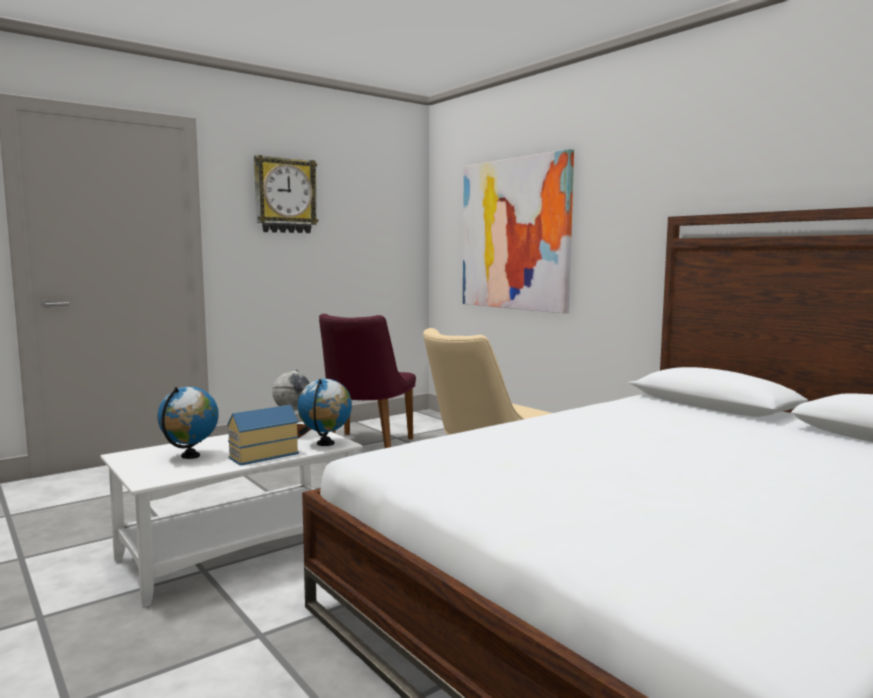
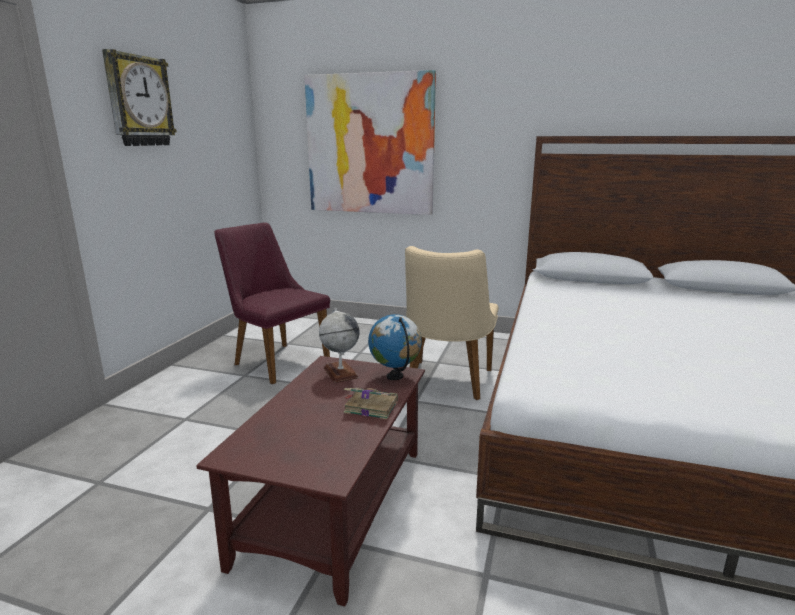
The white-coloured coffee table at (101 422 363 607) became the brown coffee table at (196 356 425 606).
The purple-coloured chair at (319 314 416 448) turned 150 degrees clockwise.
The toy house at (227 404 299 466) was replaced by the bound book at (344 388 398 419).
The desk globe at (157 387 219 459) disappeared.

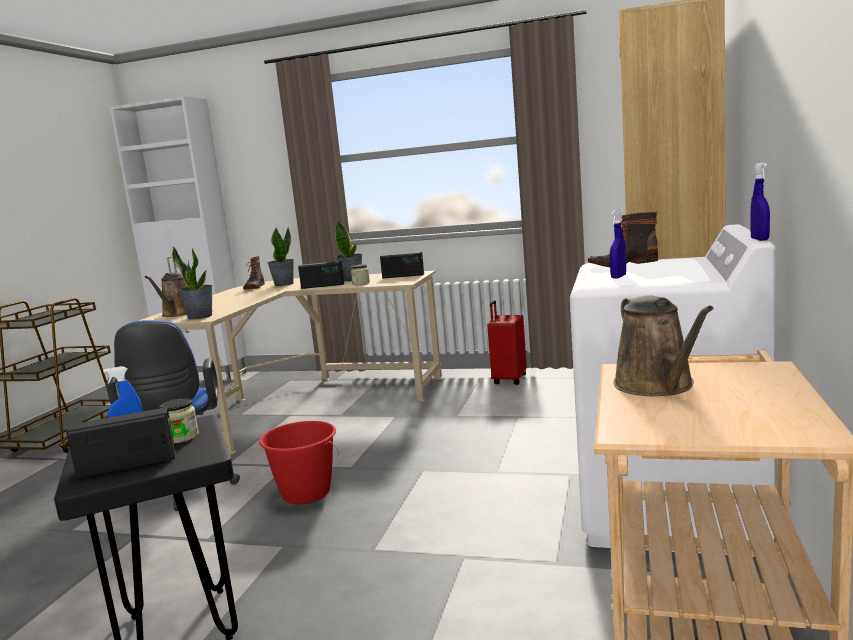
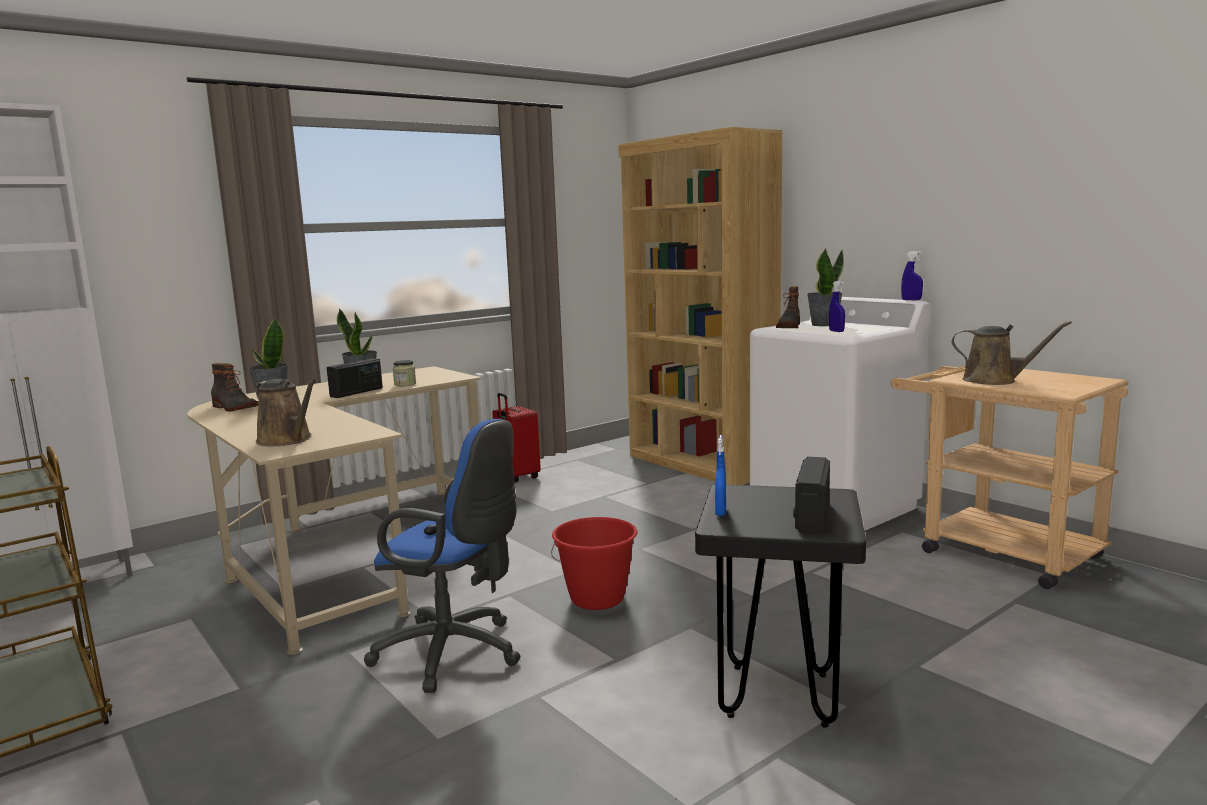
The potted plant moved from (172 247 212 319) to (807 248 844 326).
The jar at (159 398 199 443) disappeared.
The radio receiver at (380 252 424 278) disappeared.

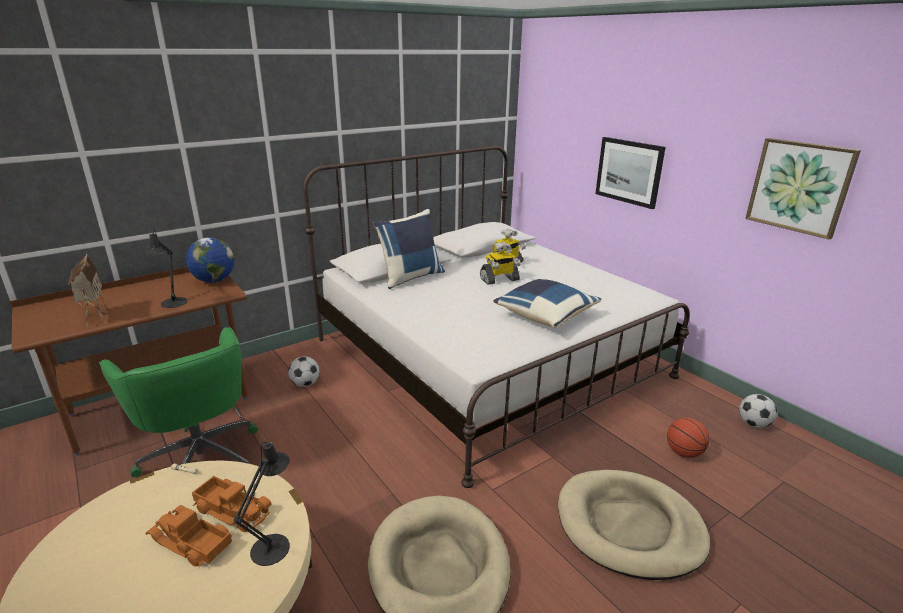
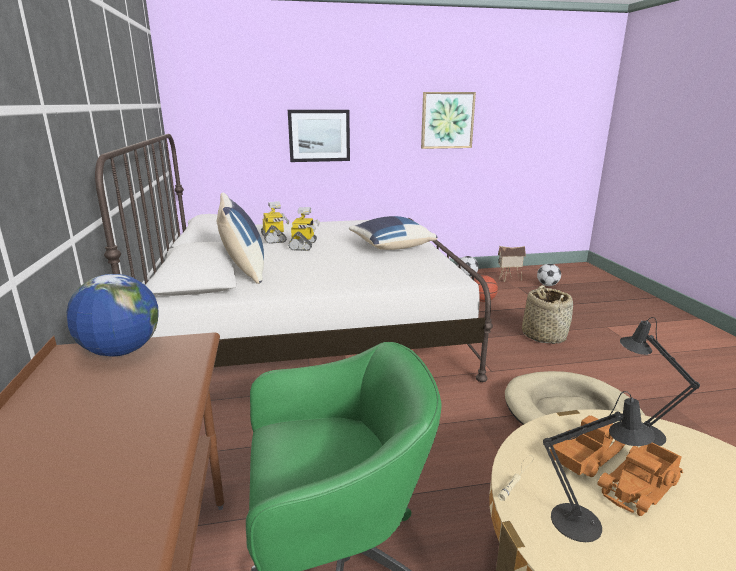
The toy house moved from (68 254 108 327) to (498 246 526 281).
The beige dog cushion at (558 470 710 580) was replaced by the basket at (522 285 573 344).
The football ball moved from (288 356 319 387) to (537 264 561 286).
The black lamp for a table moved from (145 228 188 308) to (543 391 656 542).

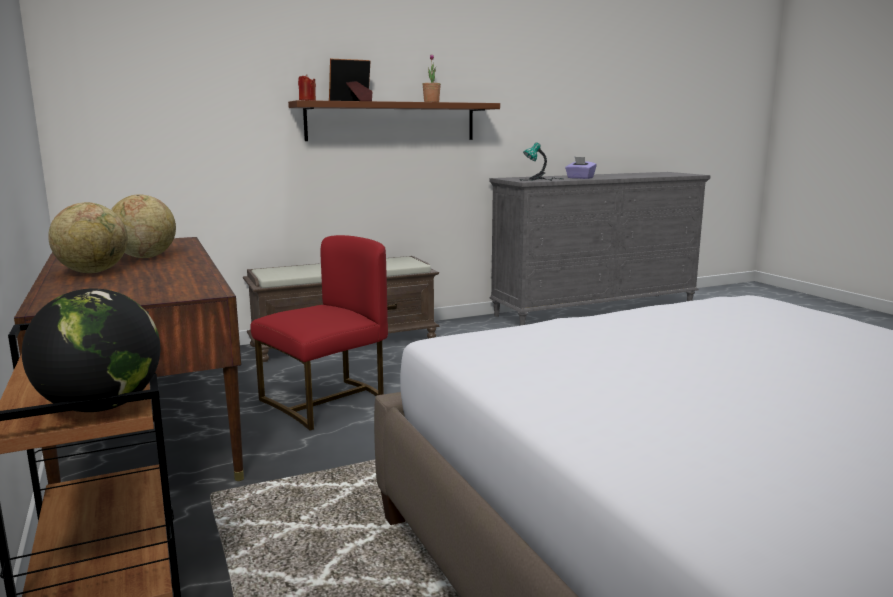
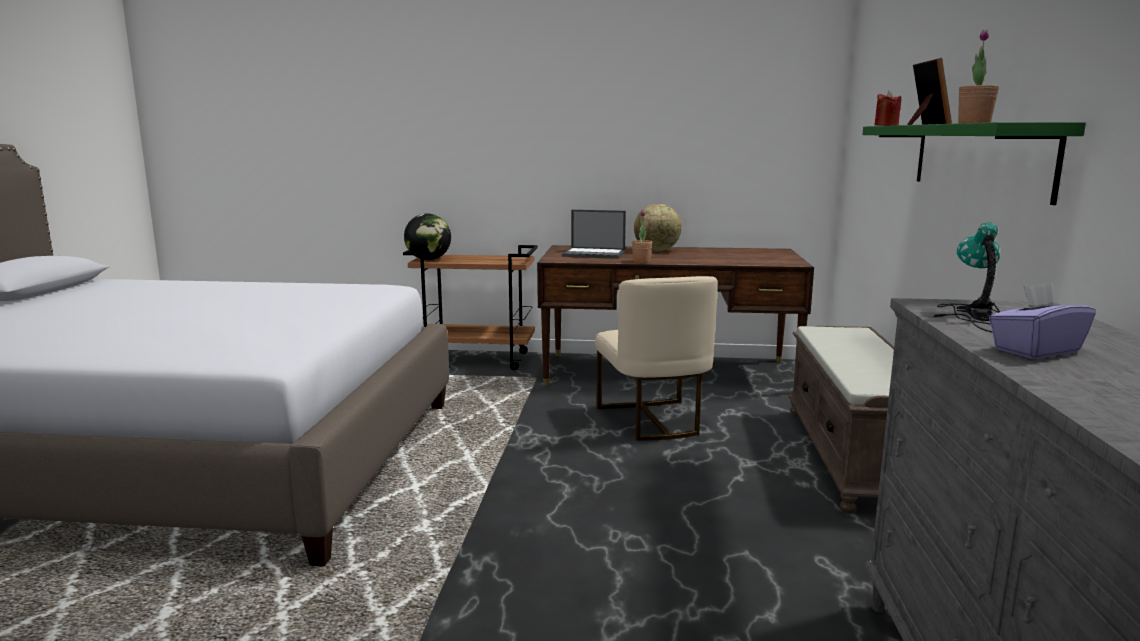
The portable computer at (562 210 626 259) appeared.
The red-coloured chair at (251 235 388 431) became the beige chair at (595 276 718 441).
The potted plant at (632 211 652 263) appeared.
The brown wall shelf at (288 100 500 141) became the green wall shelf at (862 122 1086 205).
The desk globe at (111 194 176 258) disappeared.

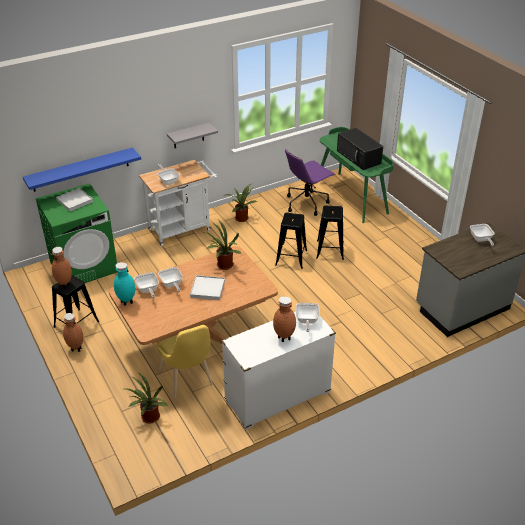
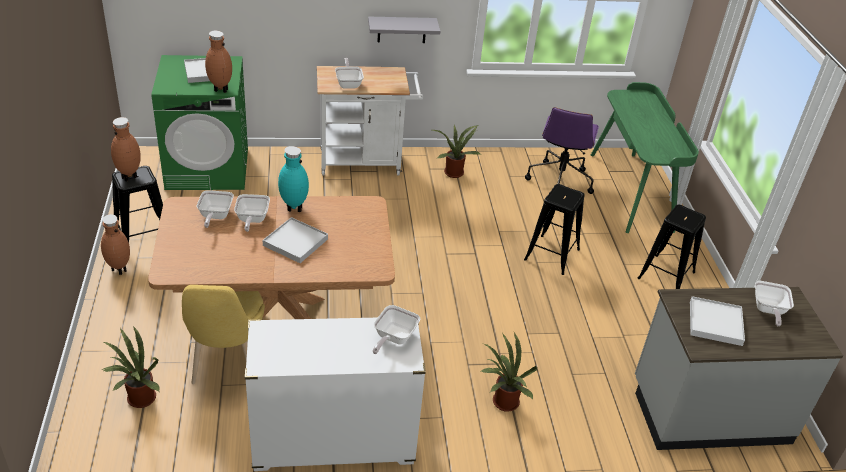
The brown vase moved from (273 296 296 342) to (205 31 232 93).
The turquoise vase moved from (114 262 135 306) to (278 146 309 213).
The potted plant moved from (204 220 241 270) to (480 333 537 412).
The purple-coloured desk chair at (285 149 336 216) turned 60 degrees counterclockwise.
The black sitting stool moved from (275 212 307 269) to (638 204 706 289).
The white-coloured tray at (690 296 745 346) appeared.
The bluish wall shelf at (23 147 141 192) disappeared.
The black microwave oven at (337 128 383 170) disappeared.

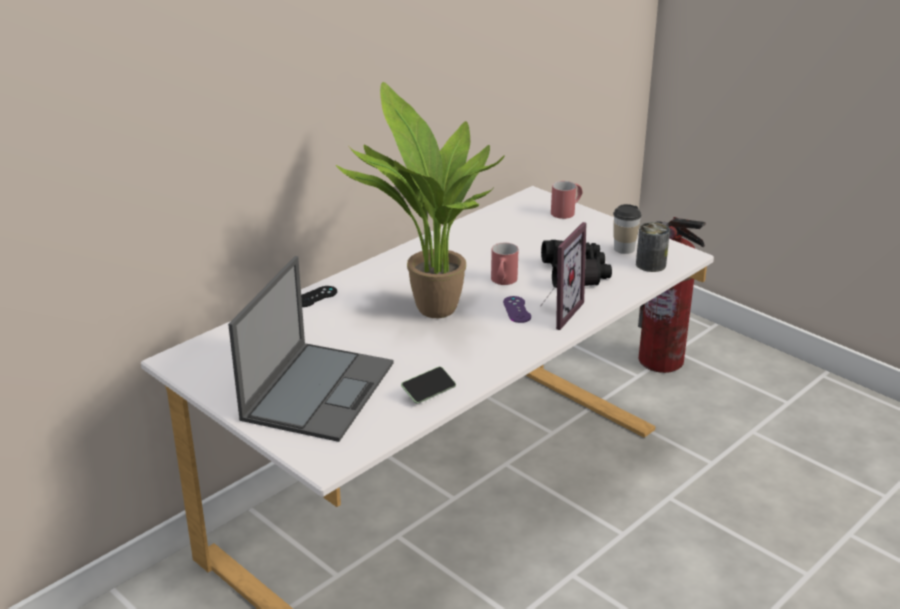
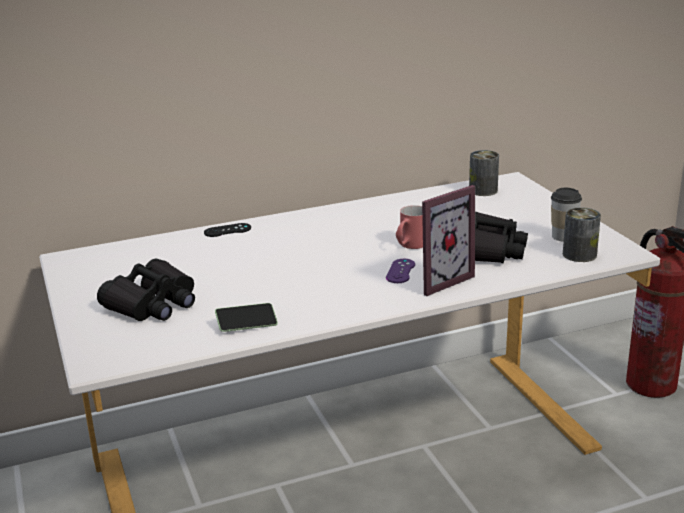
The portable computer at (228 256 394 442) was replaced by the black pair of binoculars at (97 259 195 321).
The sealed can at (469 150 499 196) appeared.
The potted plant at (336 82 504 318) disappeared.
The red-coloured coffee mug at (551 181 583 219) disappeared.

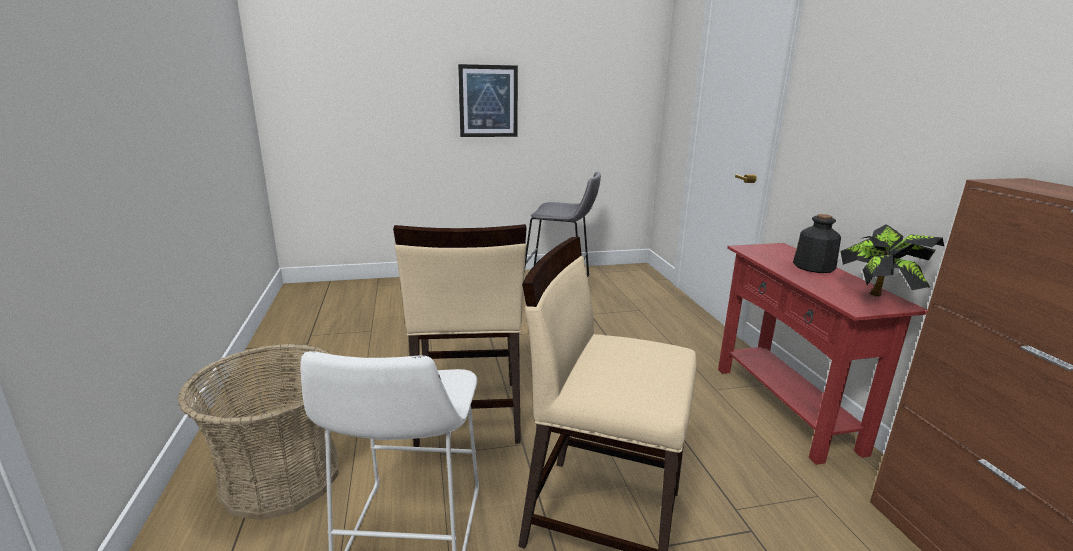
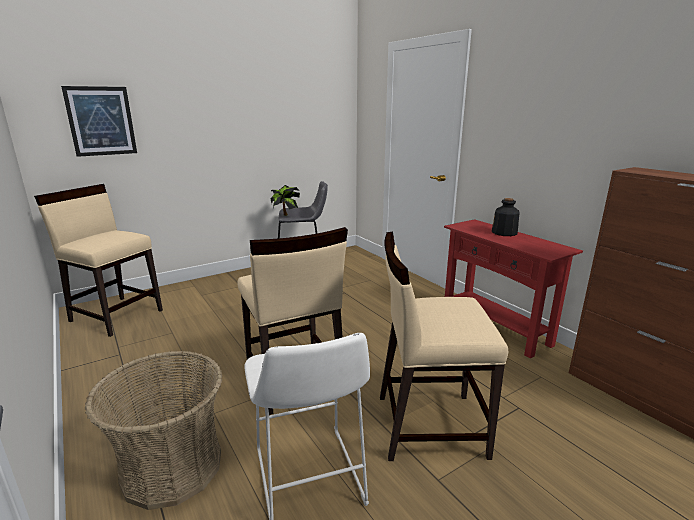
The beige chair at (34 184 163 337) appeared.
The picture moved from (458 64 518 137) to (61 86 137 157).
The potted plant moved from (841 224 944 296) to (270 185 300 216).

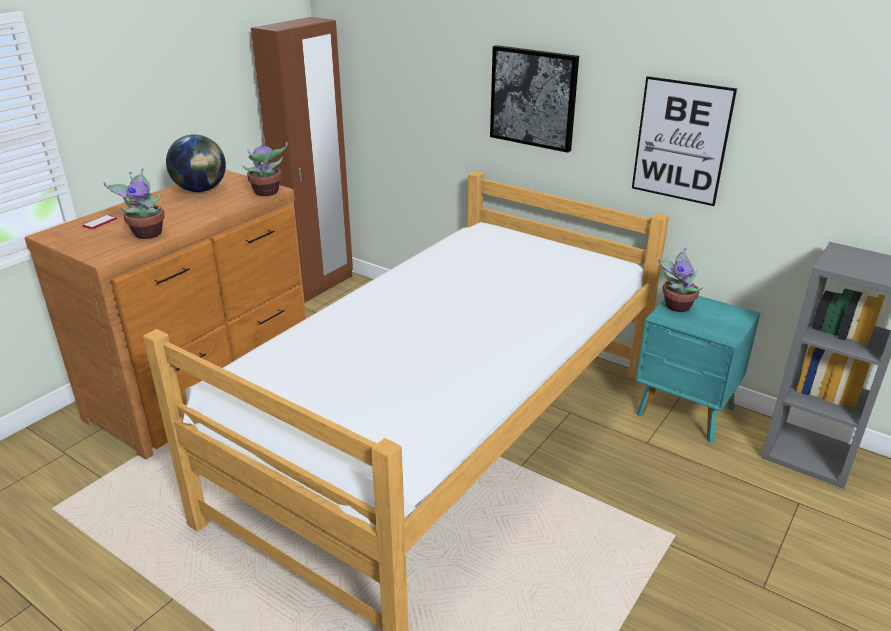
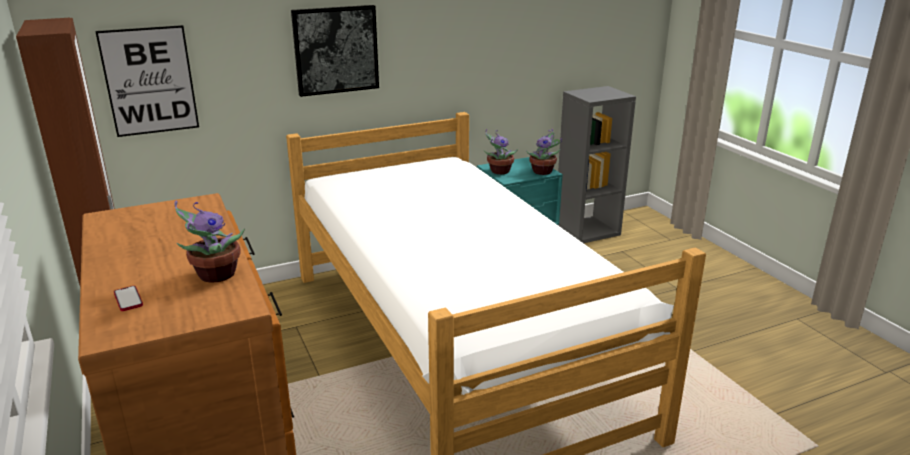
The picture moved from (632 76 737 206) to (95 25 199 137).
The potted plant moved from (243 139 288 196) to (526 129 562 175).
The desk globe at (166 134 226 192) disappeared.

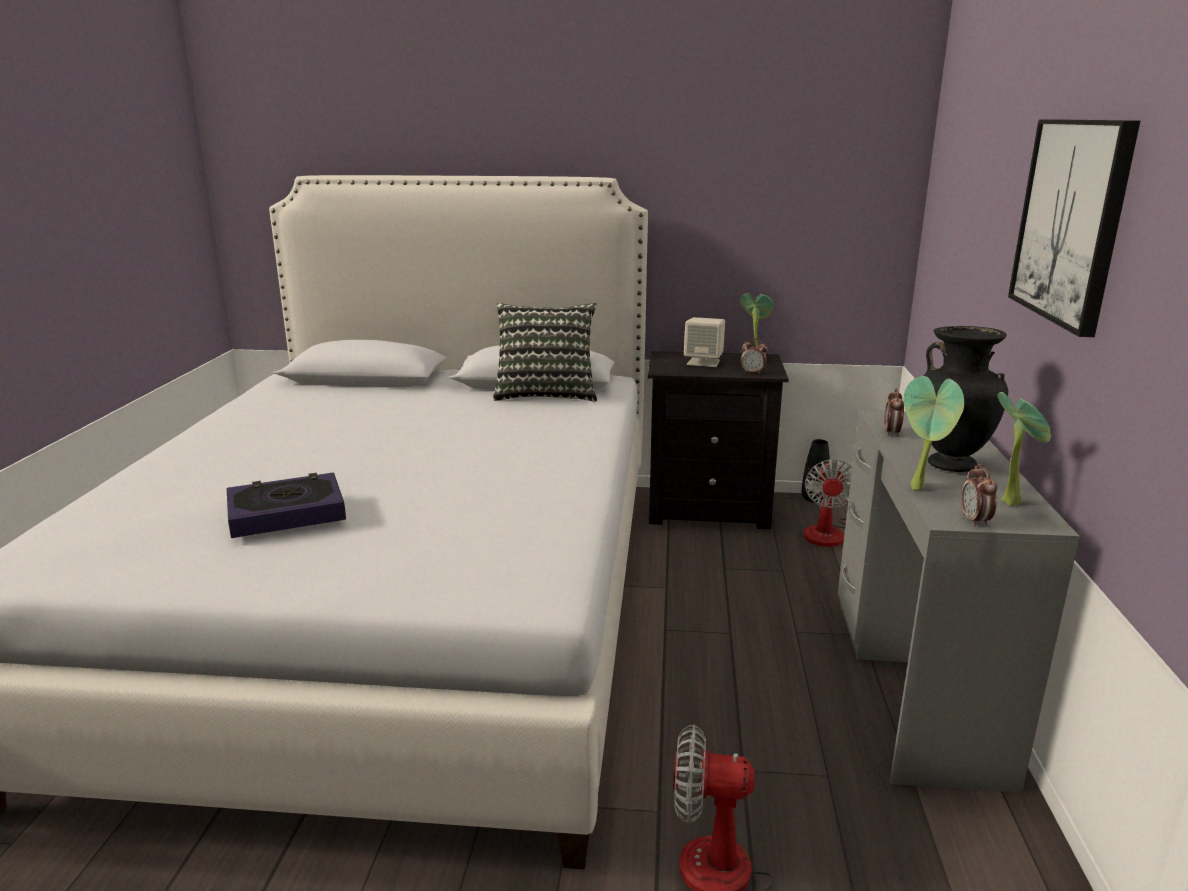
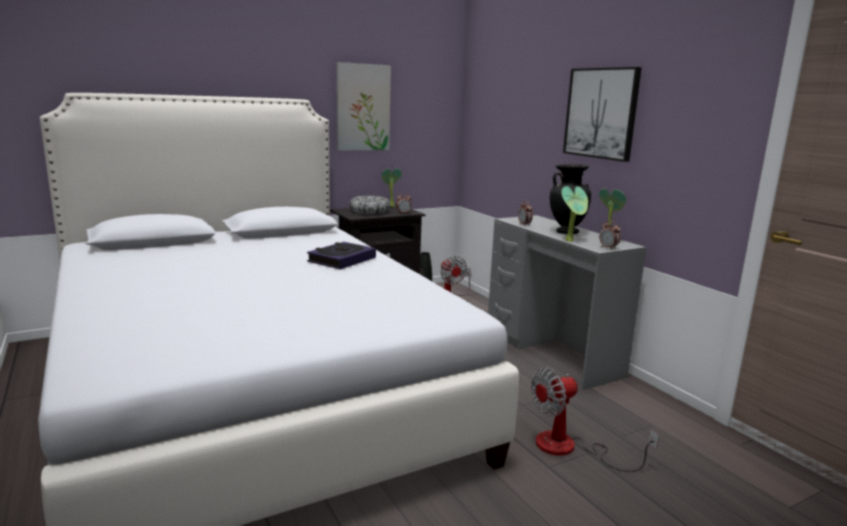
The bound book moved from (227 473 346 538) to (307 242 376 270).
The picture at (336 62 391 151) appeared.
The beige loudspeaker at (684 317 725 367) was replaced by the deep dish at (349 196 390 214).
The throw pillow at (493 303 597 402) disappeared.

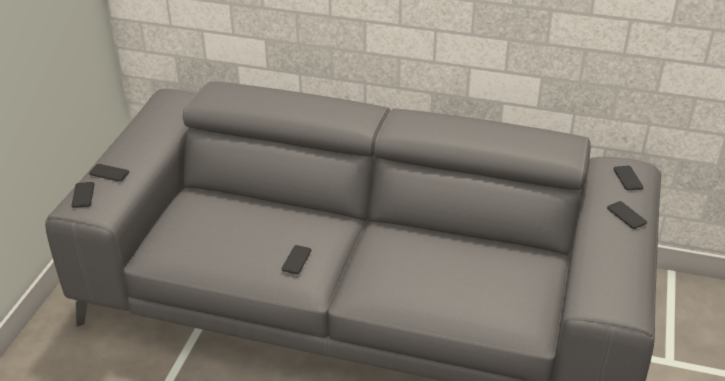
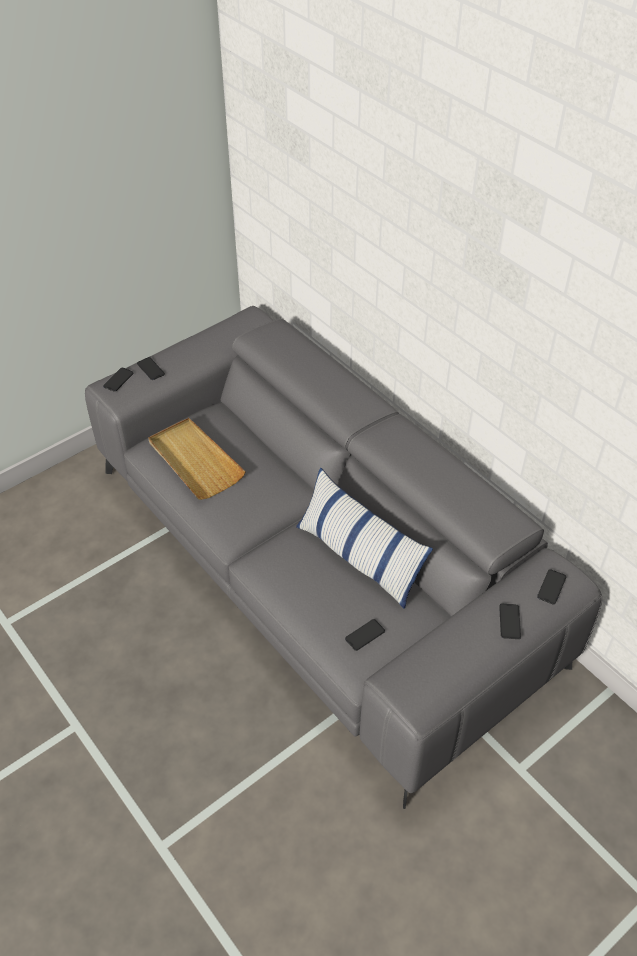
The beige tray at (148 418 246 500) appeared.
The throw pillow at (296 468 433 609) appeared.
The phone moved from (282 245 311 274) to (345 619 385 651).

